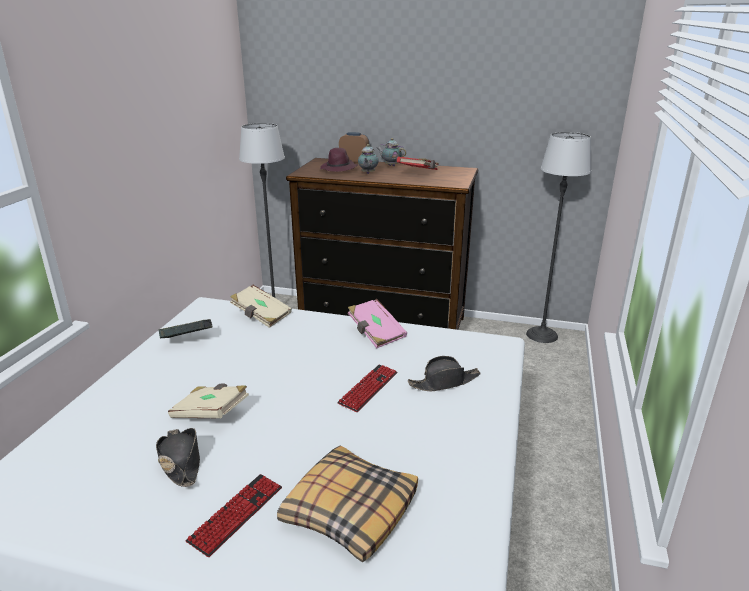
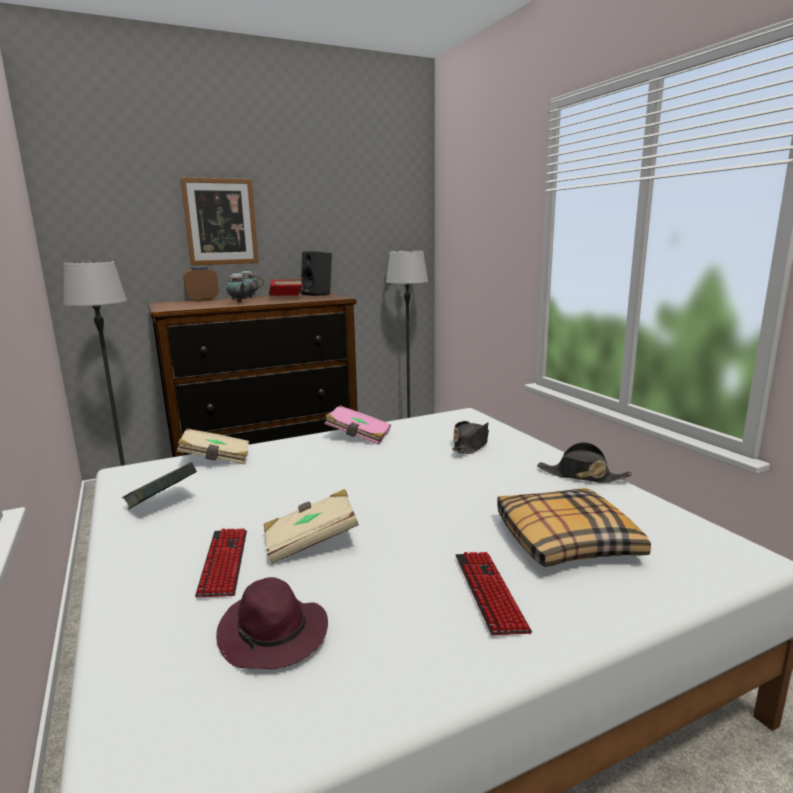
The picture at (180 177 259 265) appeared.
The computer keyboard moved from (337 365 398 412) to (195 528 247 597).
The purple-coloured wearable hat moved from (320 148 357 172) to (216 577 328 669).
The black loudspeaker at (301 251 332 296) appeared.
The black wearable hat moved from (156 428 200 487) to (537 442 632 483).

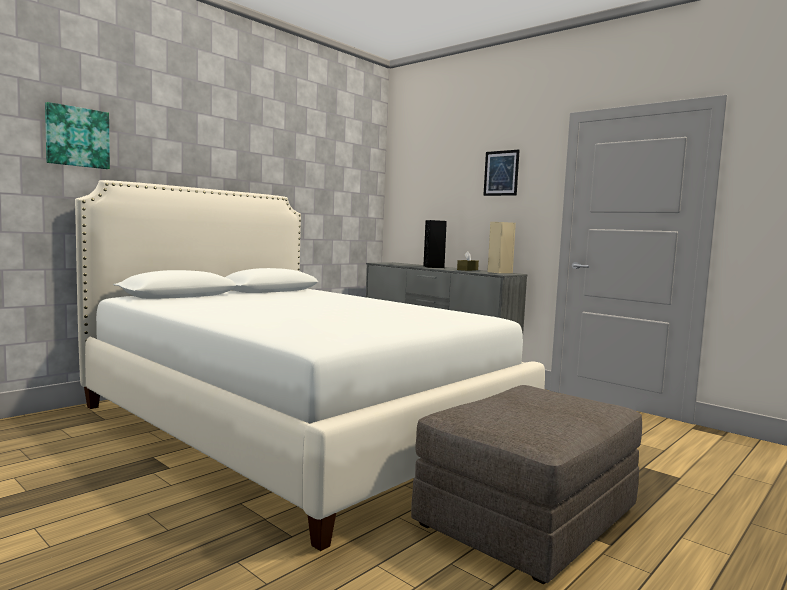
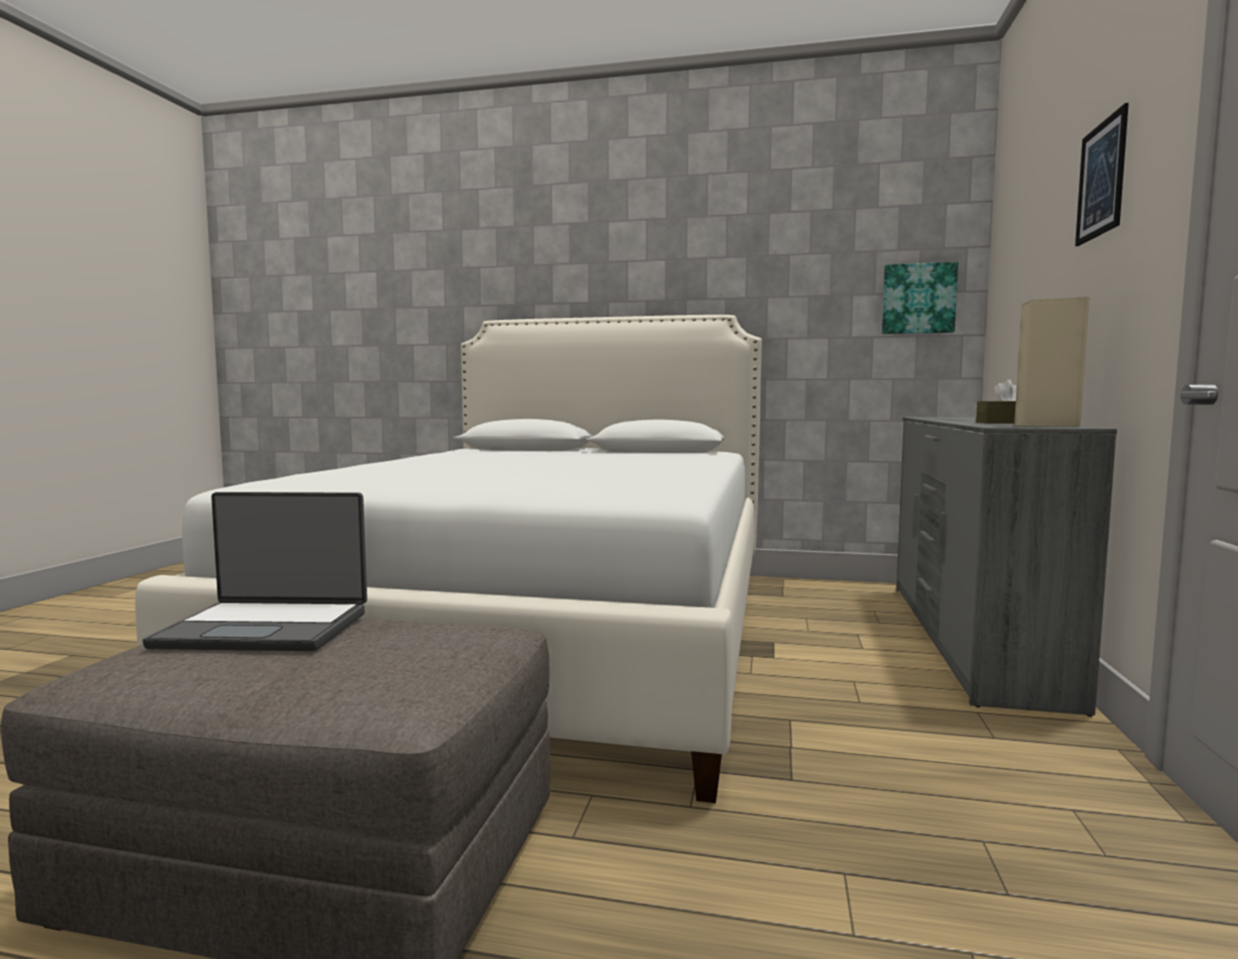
The portable computer at (143 492 367 651) appeared.
The picture moved from (45 102 110 169) to (882 262 958 334).
The black loudspeaker at (423 220 447 268) disappeared.

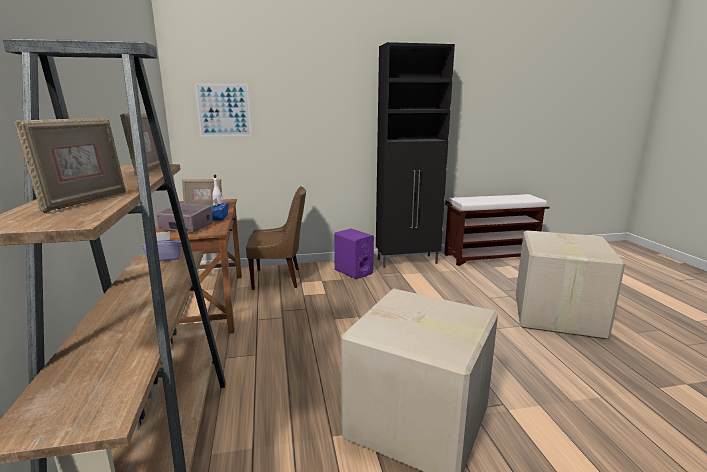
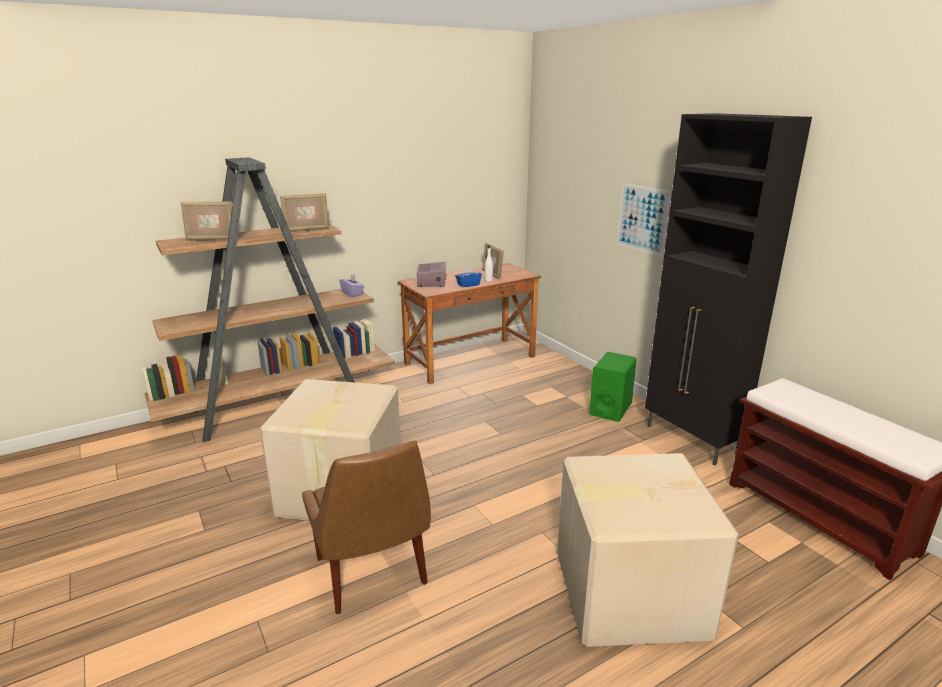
The brown chair moved from (246 186 306 290) to (302 440 431 614).
The purple-coloured loudspeaker at (334 229 374 279) became the green loudspeaker at (589 352 637 422).
The picture moved from (195 84 252 137) to (617 183 671 257).

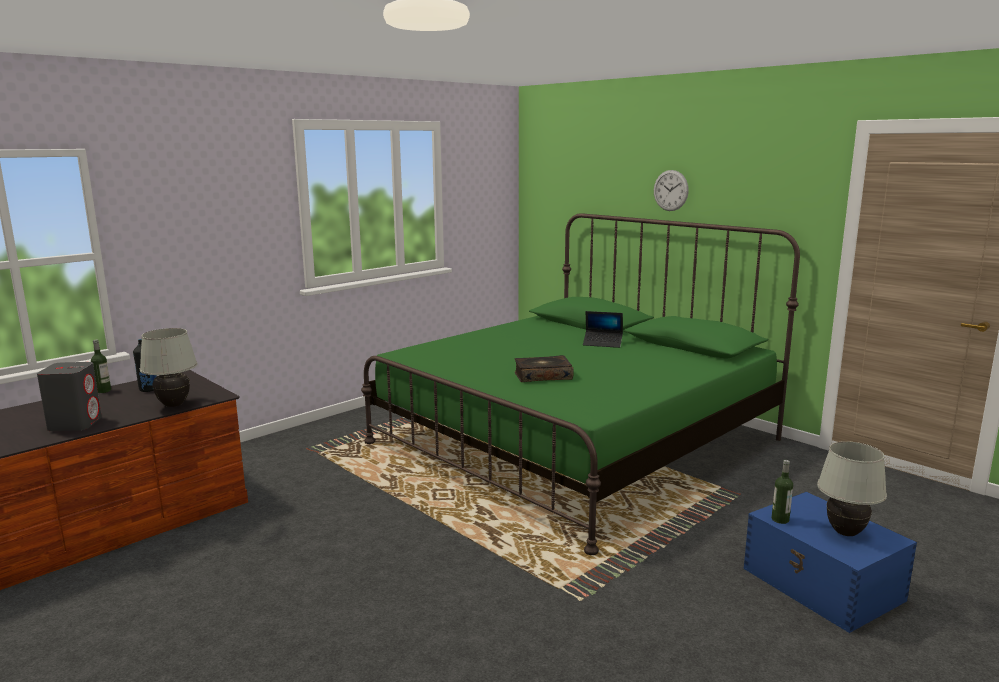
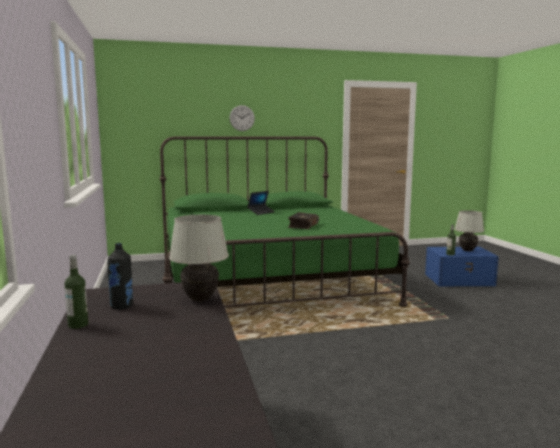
The grey loudspeaker at (37 362 102 431) disappeared.

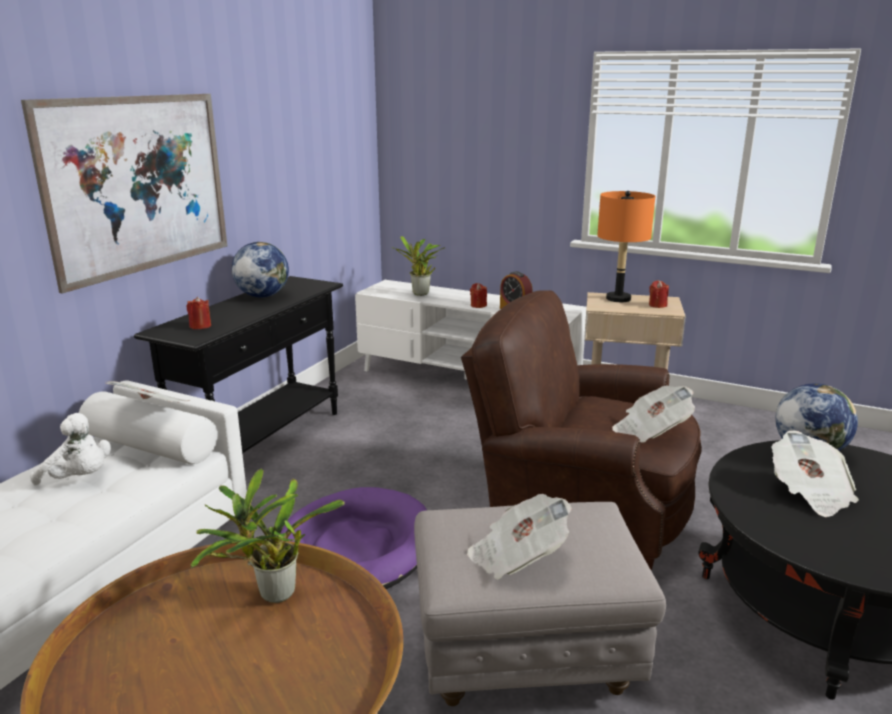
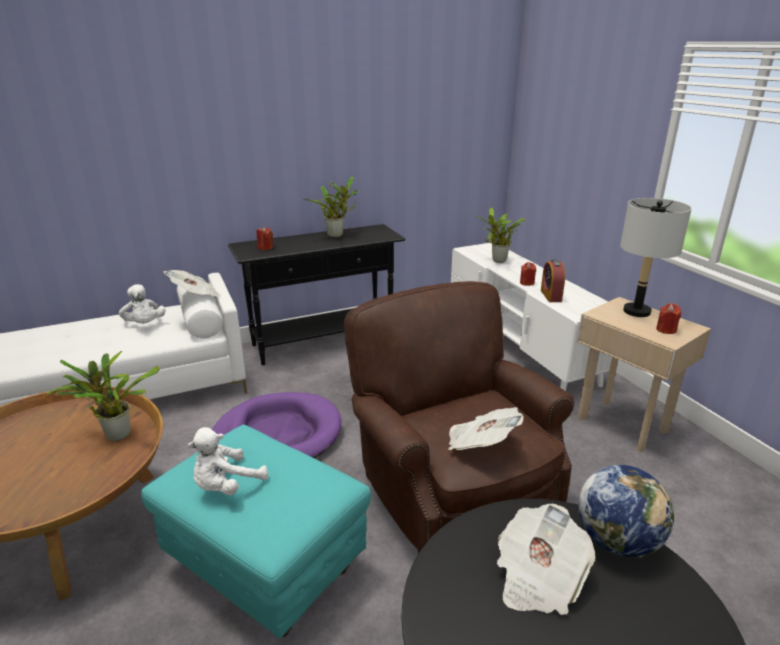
The grey ottoman at (414 502 666 706) became the turquoise ottoman at (141 425 371 639).
The printed paper at (467 494 572 580) was replaced by the white-coloured plush toy at (187 427 269 495).
The desk globe at (231 242 289 298) was replaced by the potted plant at (303 176 361 238).
The orange lamp for a table at (597 191 655 302) became the grey lamp for a table at (620 198 692 317).
The picture at (21 94 227 294) disappeared.

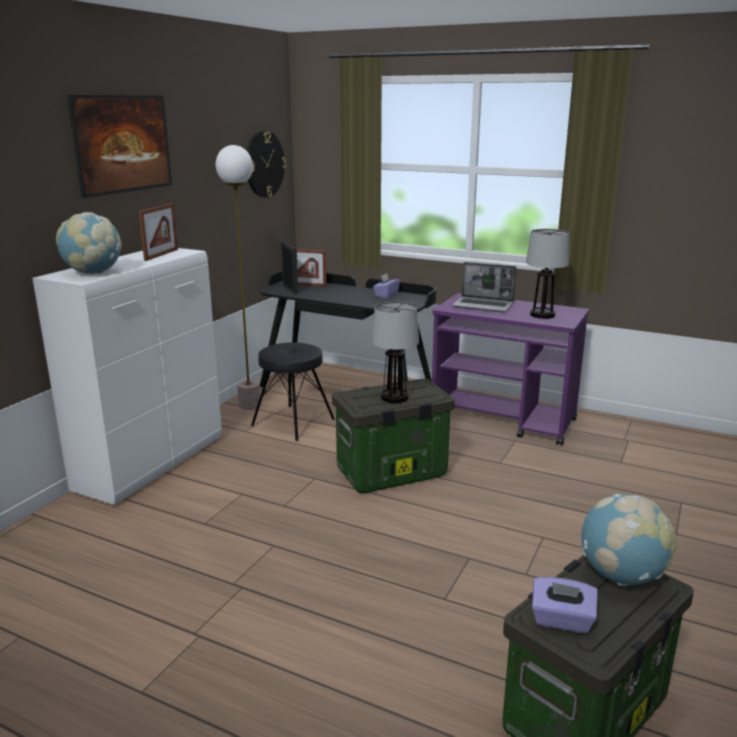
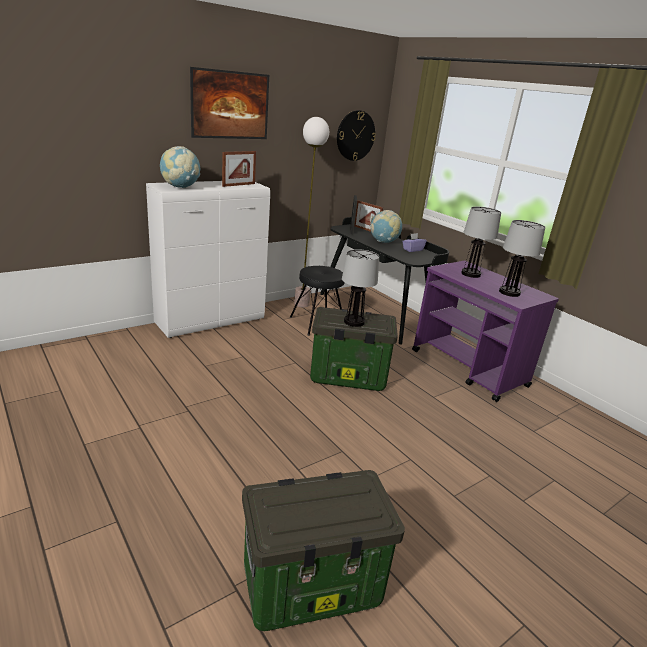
The desk globe moved from (581 494 677 586) to (370 210 402 243).
The portable computer at (452 262 517 312) was replaced by the lamp for a table at (461 206 501 278).
The purple-coloured tissue box at (532 577 597 633) disappeared.

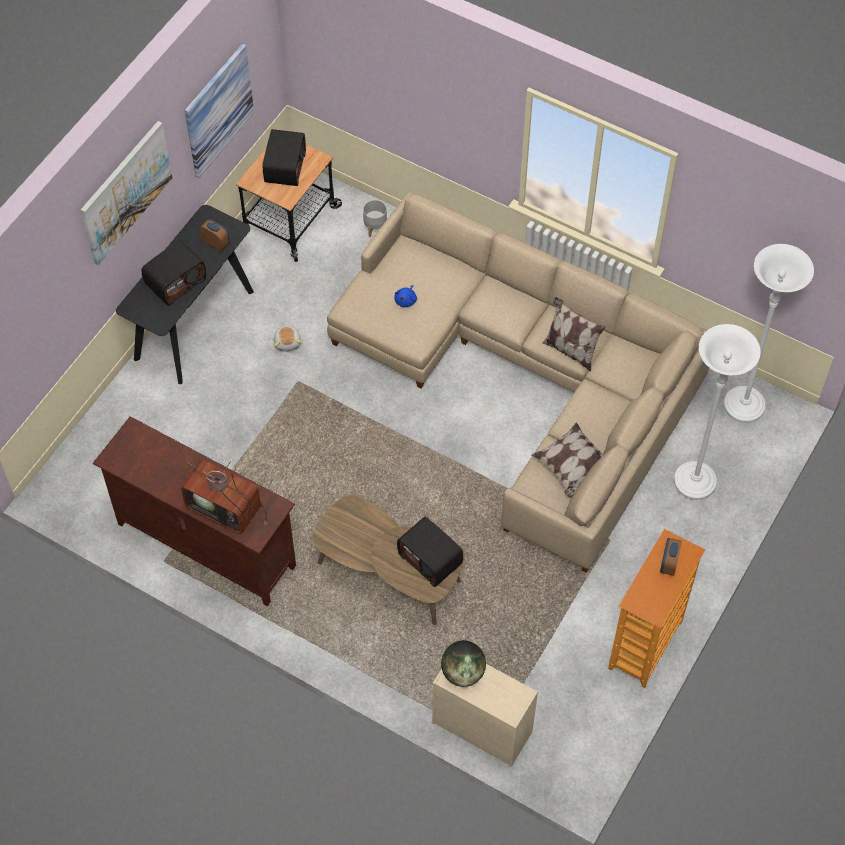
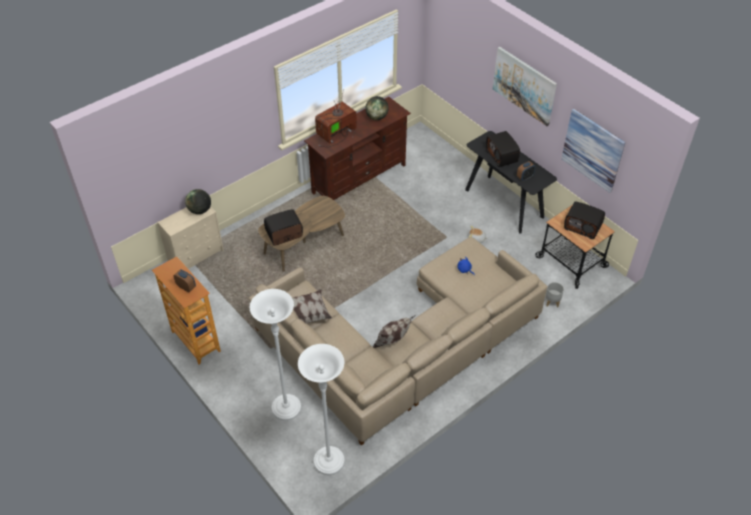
The desk globe at (365 96 389 120) appeared.

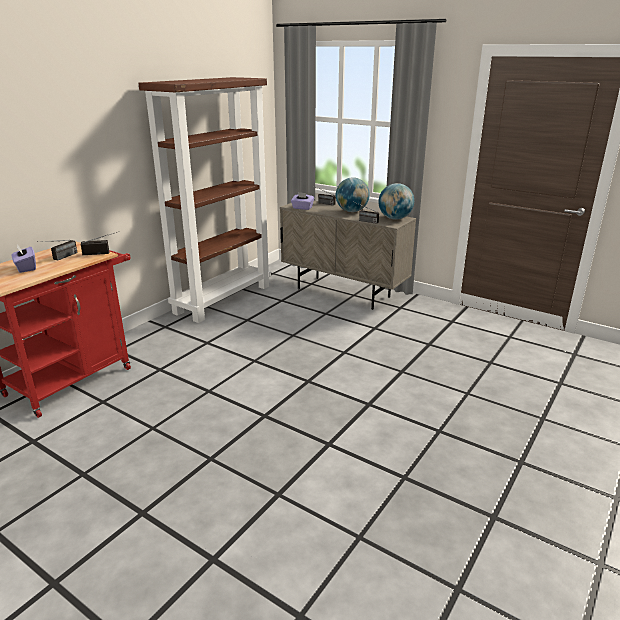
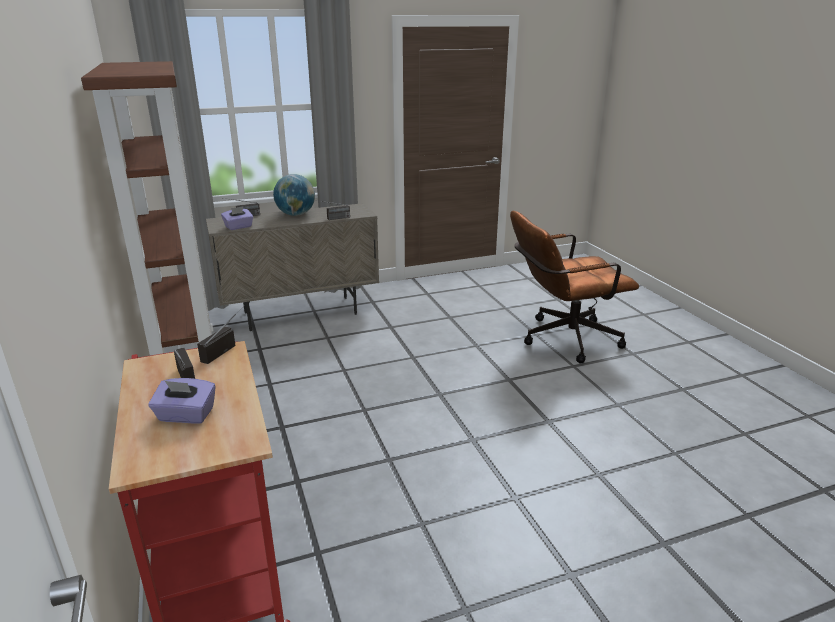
The brown desk chair at (510 211 639 363) appeared.
The desk globe at (378 183 414 219) disappeared.

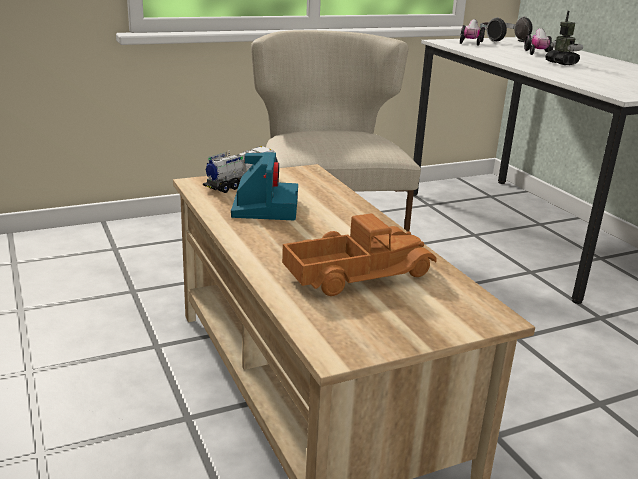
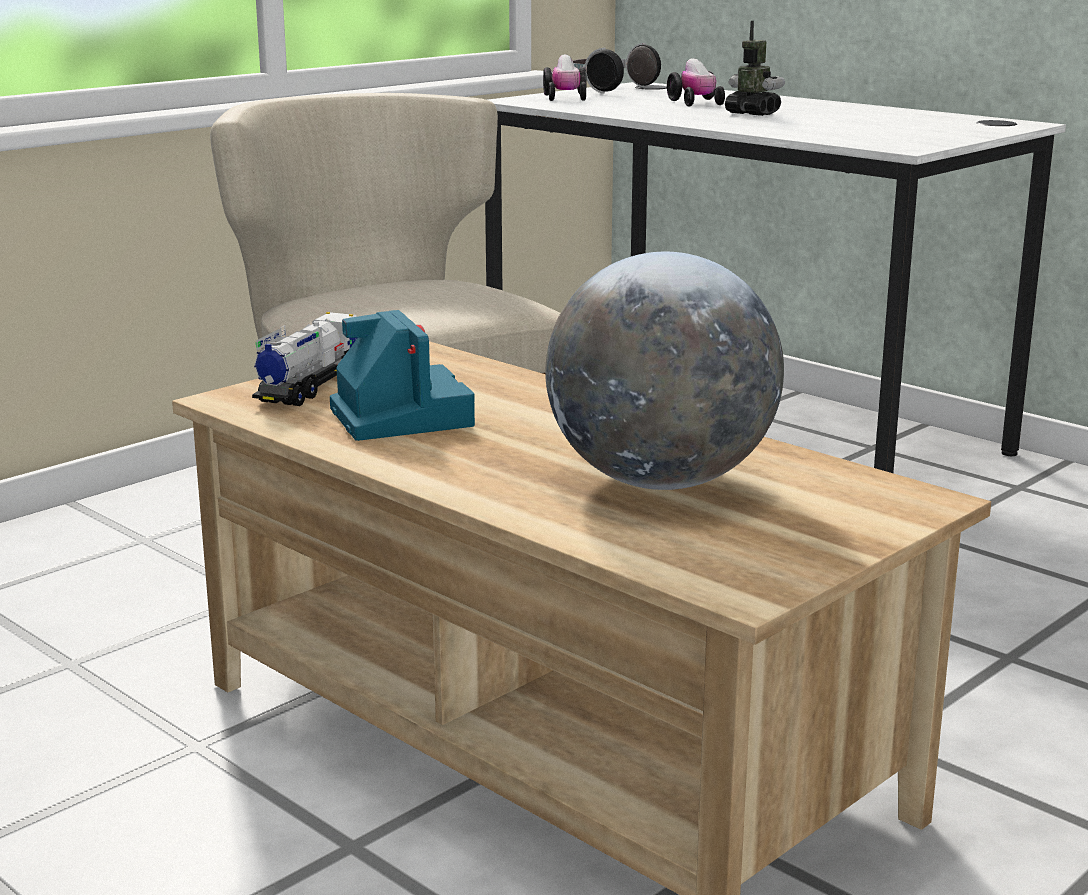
The toy lorry at (282 213 437 296) was replaced by the desk globe at (545 252 784 490).

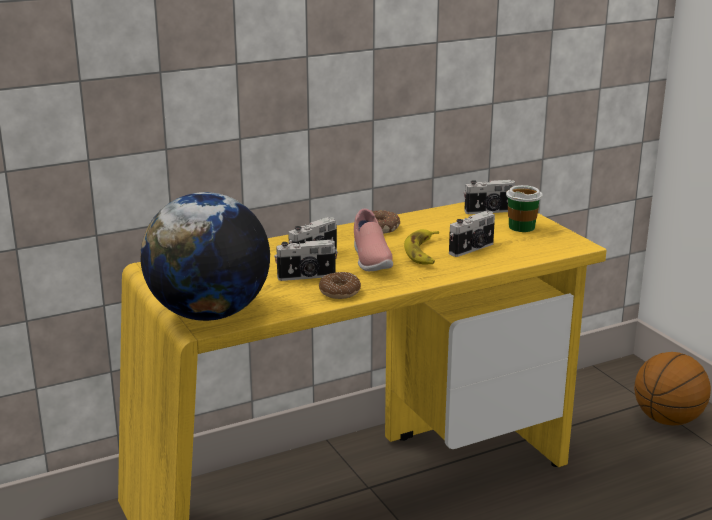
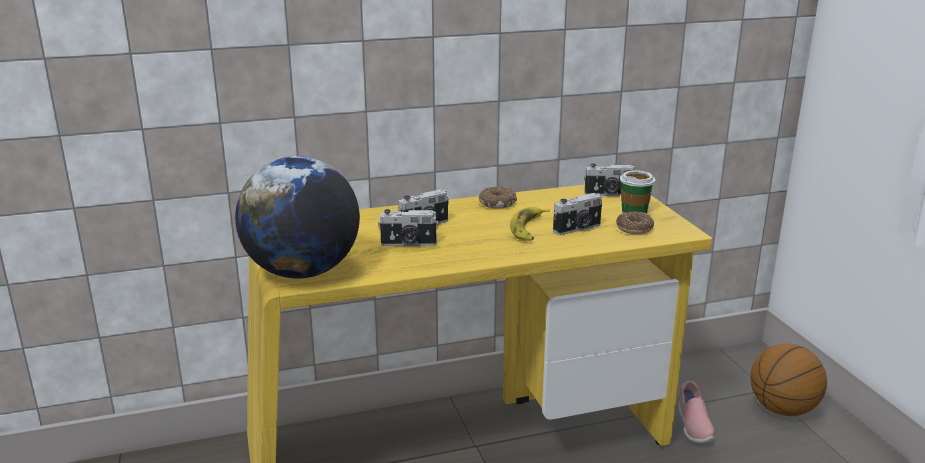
The doughnut moved from (319 272 361 299) to (616 211 654 234).
The pink-coloured low shoe moved from (354 209 393 271) to (679 381 715 443).

